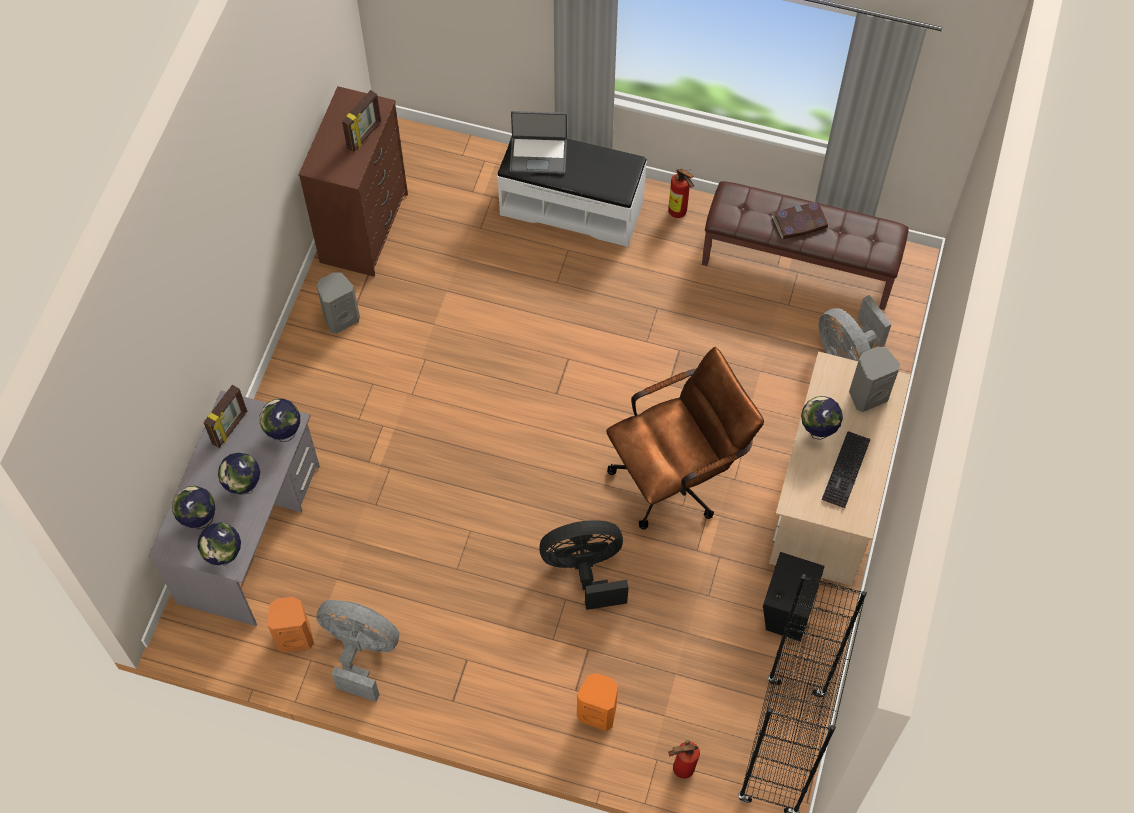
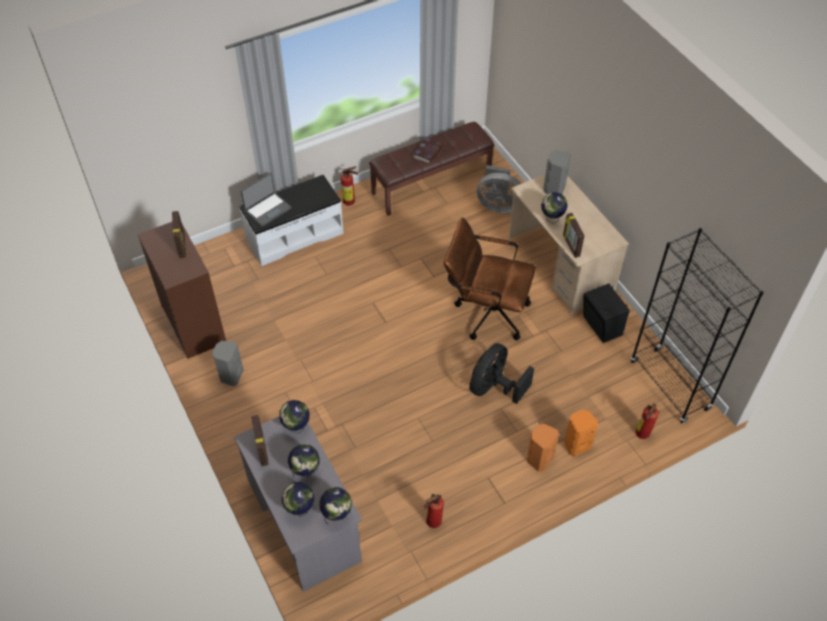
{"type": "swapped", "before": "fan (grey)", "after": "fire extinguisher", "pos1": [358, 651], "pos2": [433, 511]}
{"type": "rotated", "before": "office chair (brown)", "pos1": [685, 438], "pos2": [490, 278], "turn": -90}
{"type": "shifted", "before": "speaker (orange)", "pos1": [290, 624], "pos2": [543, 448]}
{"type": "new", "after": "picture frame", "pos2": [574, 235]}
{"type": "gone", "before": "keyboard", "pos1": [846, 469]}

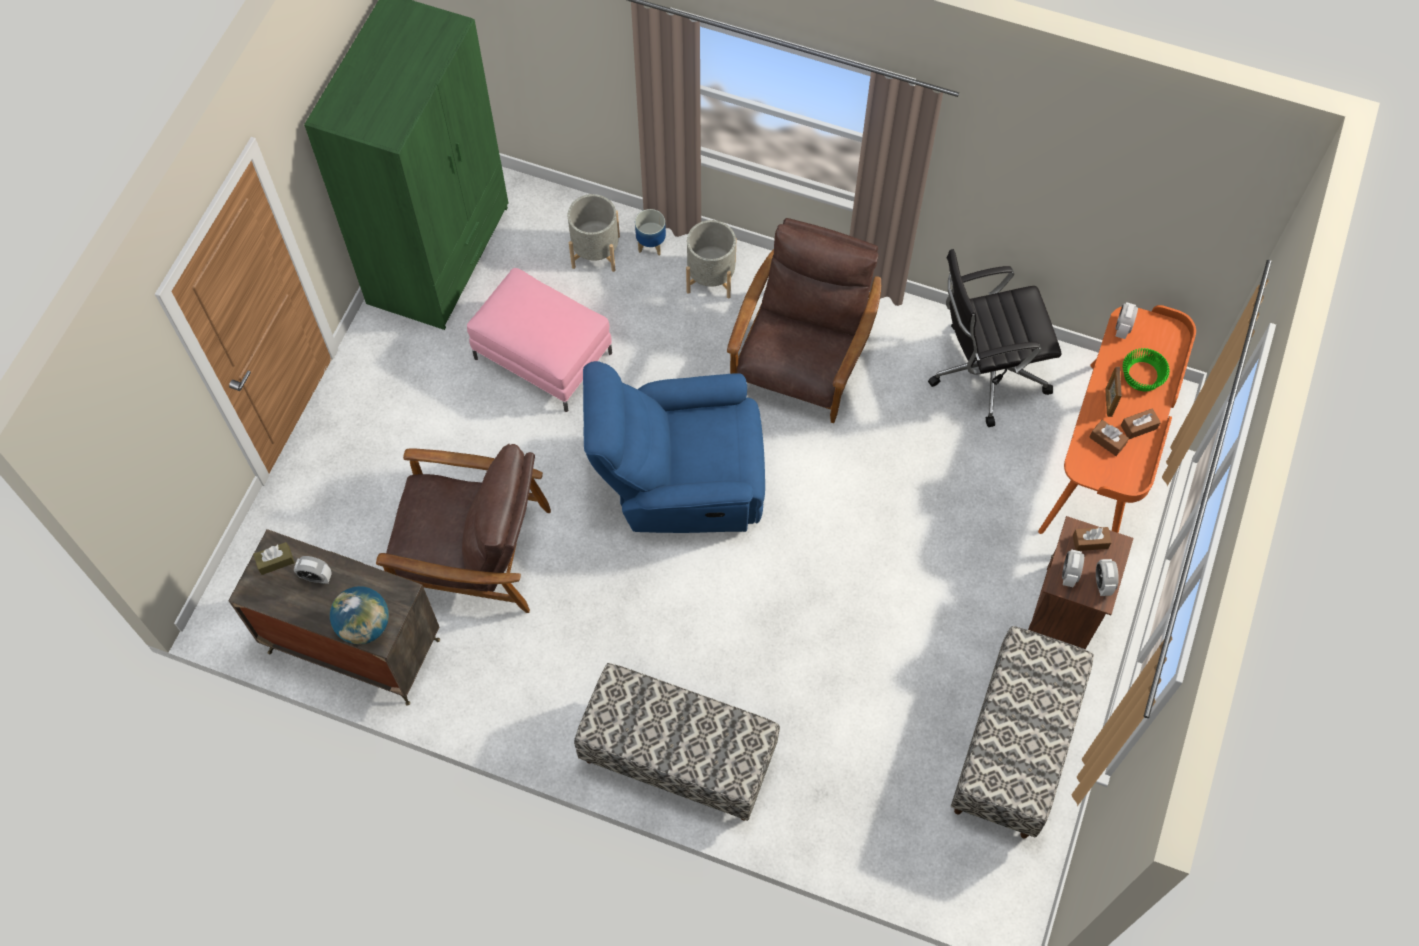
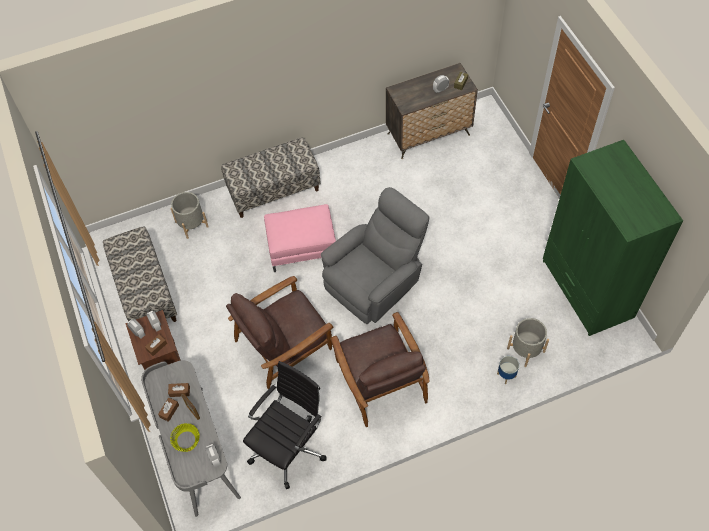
{"type": "repainted", "before": "desk (orange)", "after": "desk (grey)", "pos1": [1117, 419], "pos2": [191, 438]}
{"type": "repainted", "before": "bowl (green)", "after": "bowl (yellow)", "pos1": [1146, 369], "pos2": [185, 437]}
{"type": "shifted", "before": "planter (grey)", "pos1": [711, 259], "pos2": [190, 215]}
{"type": "shifted", "before": "armchair (brown)", "pos1": [463, 528], "pos2": [280, 332]}
{"type": "shifted", "before": "ottoman (pink)", "pos1": [539, 340], "pos2": [300, 238]}
{"type": "repainted", "before": "armchair (blue)", "after": "armchair (grey)", "pos1": [674, 447], "pos2": [375, 255]}
{"type": "gone", "before": "globe", "pos1": [359, 615]}

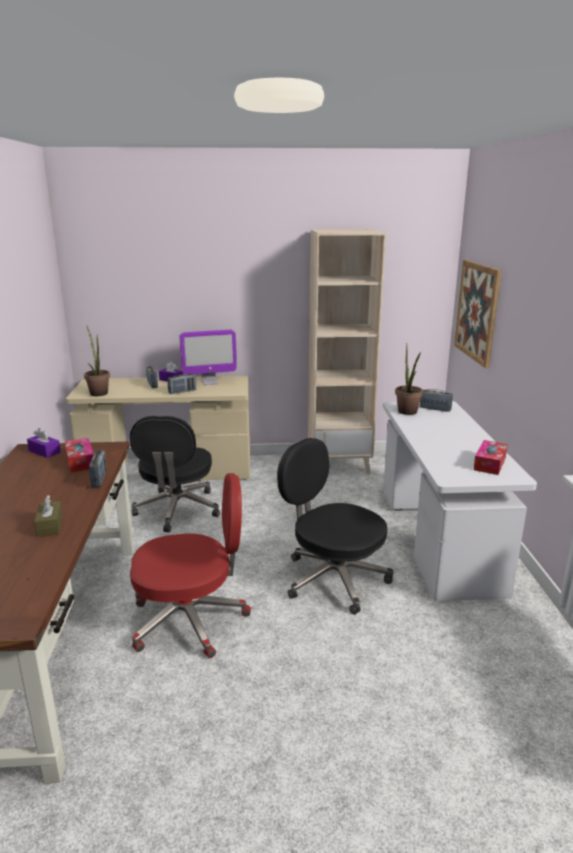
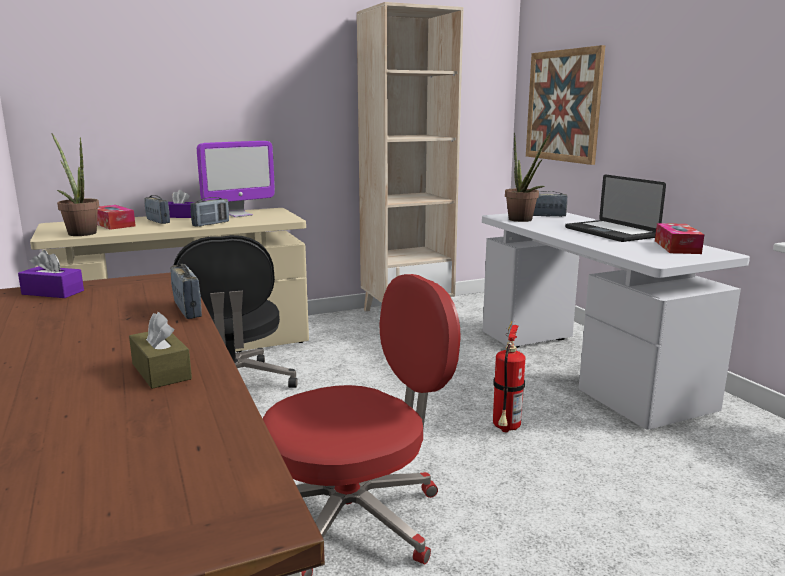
{"type": "shifted", "before": "tissue box", "pos1": [79, 455], "pos2": [116, 217]}
{"type": "swapped", "before": "office chair (black)", "after": "fire extinguisher", "pos1": [335, 526], "pos2": [509, 376]}
{"type": "new", "after": "laptop", "pos2": [615, 208]}

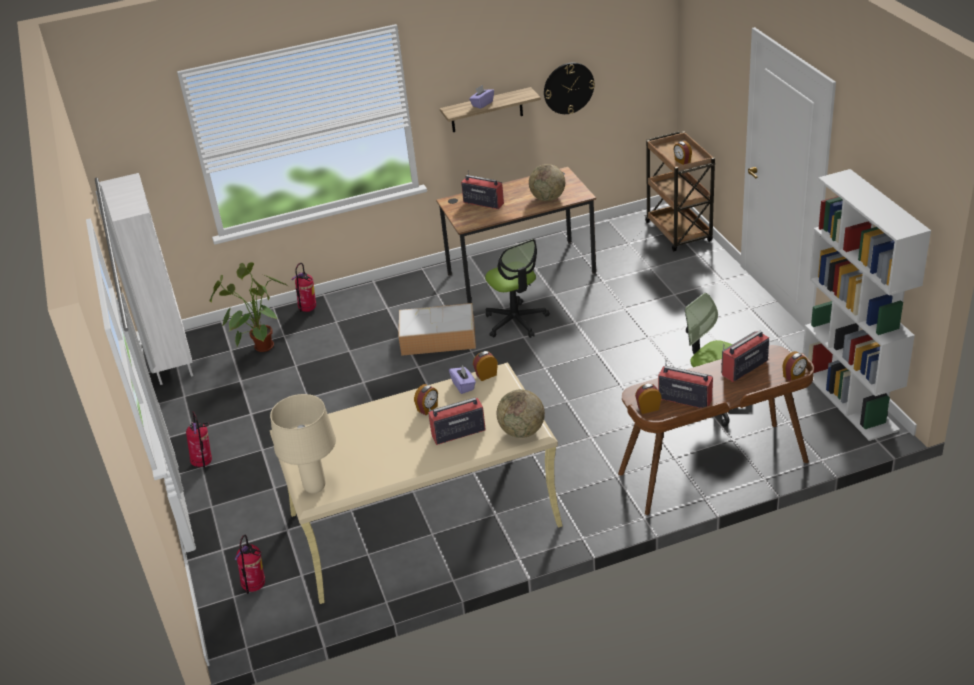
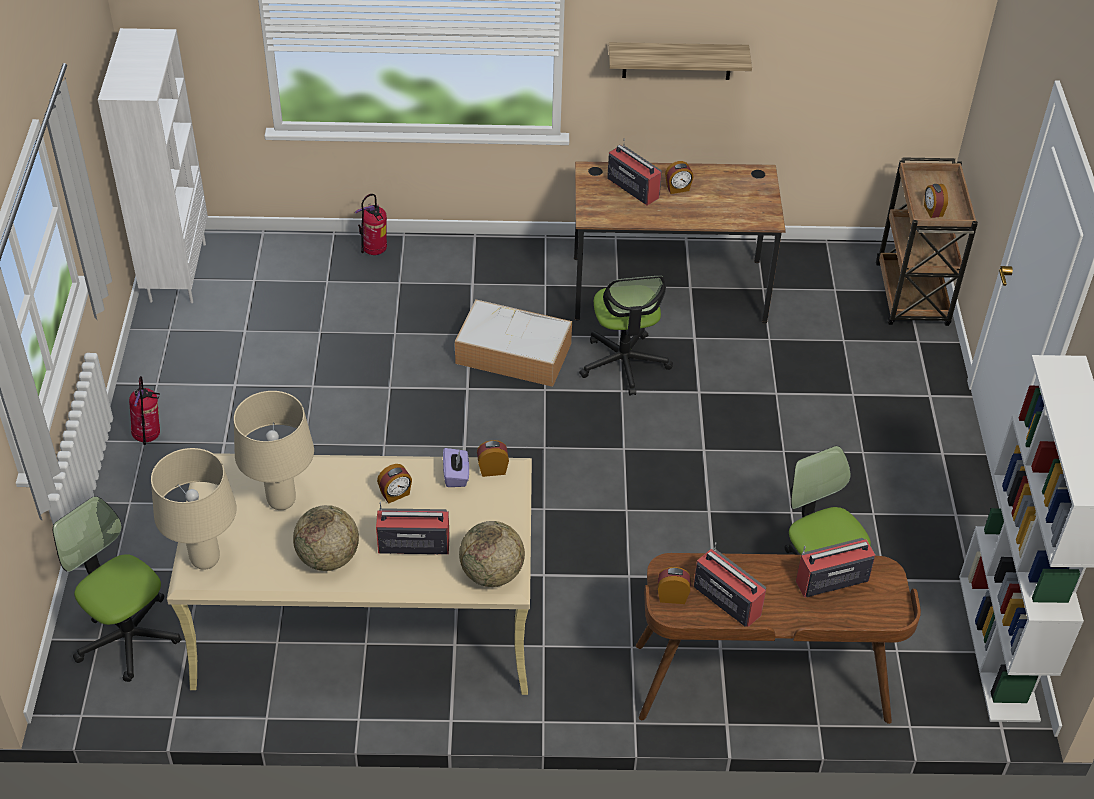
{"type": "swapped", "before": "fire extinguisher", "after": "office chair", "pos1": [250, 564], "pos2": [117, 589]}
{"type": "new", "after": "table lamp (beige)", "pos2": [274, 450]}
{"type": "shifted", "before": "globe", "pos1": [547, 182], "pos2": [326, 538]}
{"type": "shifted", "before": "alarm clock", "pos1": [795, 366], "pos2": [679, 177]}
{"type": "gone", "before": "potted plant", "pos1": [249, 307]}
{"type": "gone", "before": "tissue box (purple)", "pos1": [481, 97]}
{"type": "gone", "before": "wall clock", "pos1": [569, 88]}

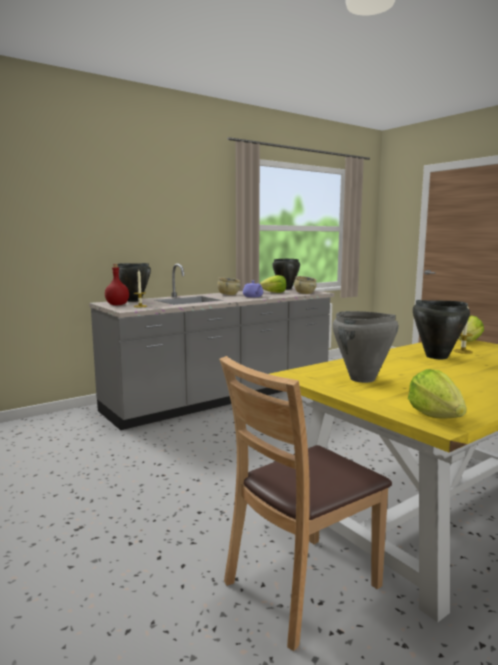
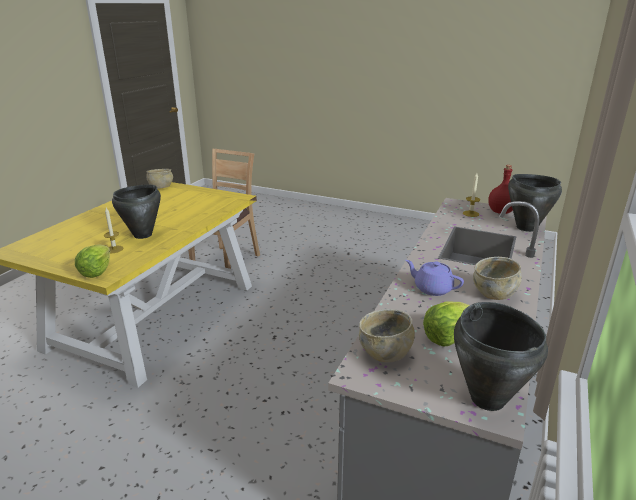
{"type": "swapped", "before": "lettuce", "after": "bowl (beige)", "pos1": [437, 394], "pos2": [159, 178]}
{"type": "gone", "before": "cooking pot (grey)", "pos1": [365, 347]}

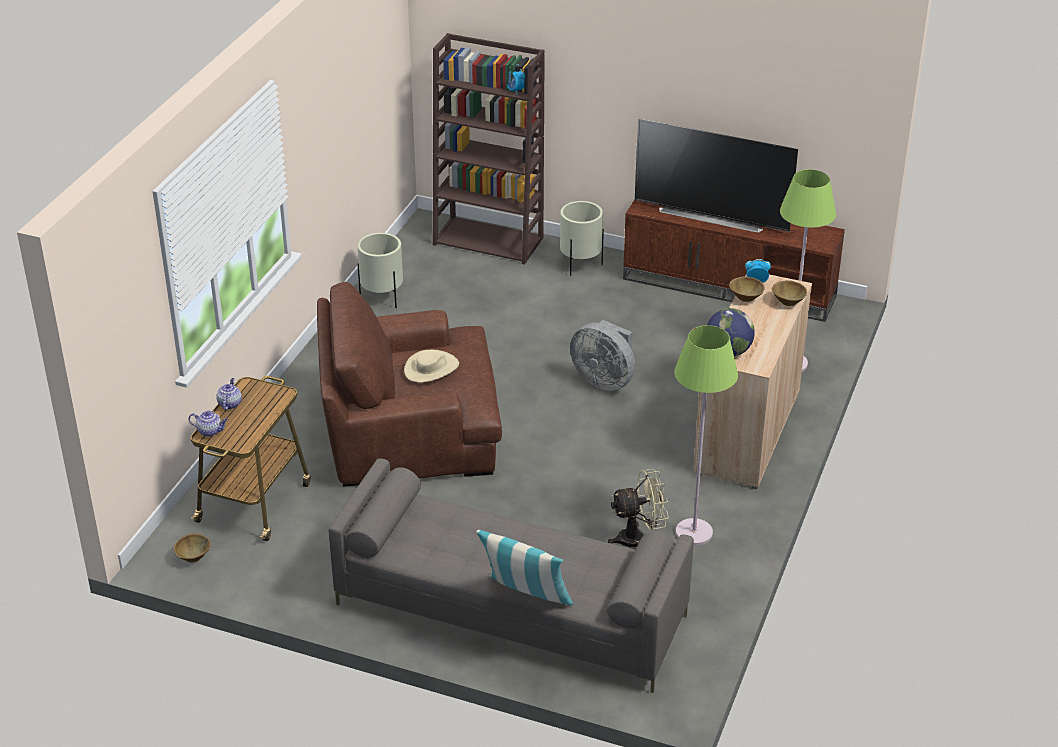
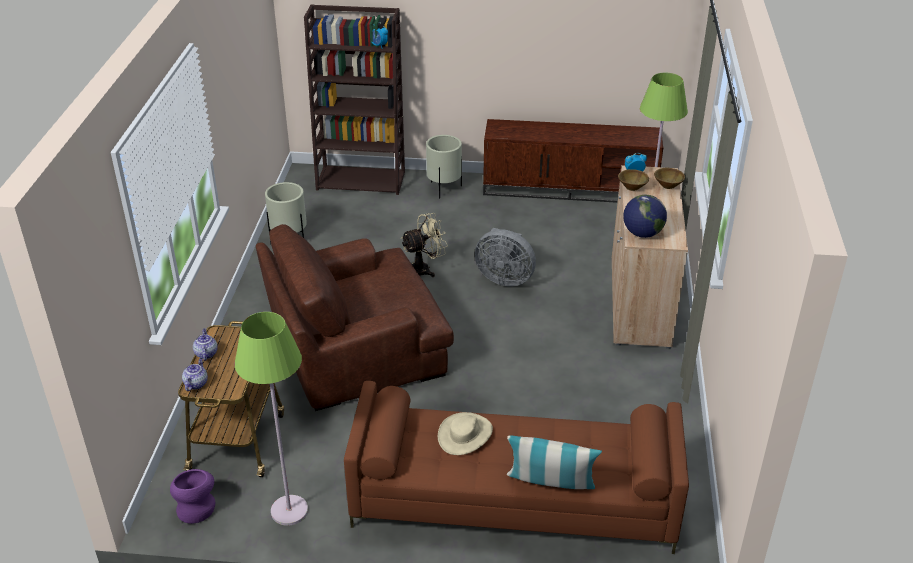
{"type": "swapped", "before": "bowl (brown)", "after": "vase (purple)", "pos1": [192, 548], "pos2": [192, 496]}
{"type": "rotated", "before": "teapot", "pos1": [208, 424], "pos2": [195, 374], "turn": -75}
{"type": "shifted", "before": "floor lamp (green)", "pos1": [706, 435], "pos2": [271, 419]}
{"type": "repainted", "before": "sofa (grey)", "after": "sofa (brown)", "pos1": [511, 575], "pos2": [516, 467]}
{"type": "shifted", "before": "fan (beige)", "pos1": [638, 508], "pos2": [424, 245]}
{"type": "shifted", "before": "hat (beige)", "pos1": [431, 366], "pos2": [465, 433]}
{"type": "gone", "before": "television", "pos1": [716, 175]}

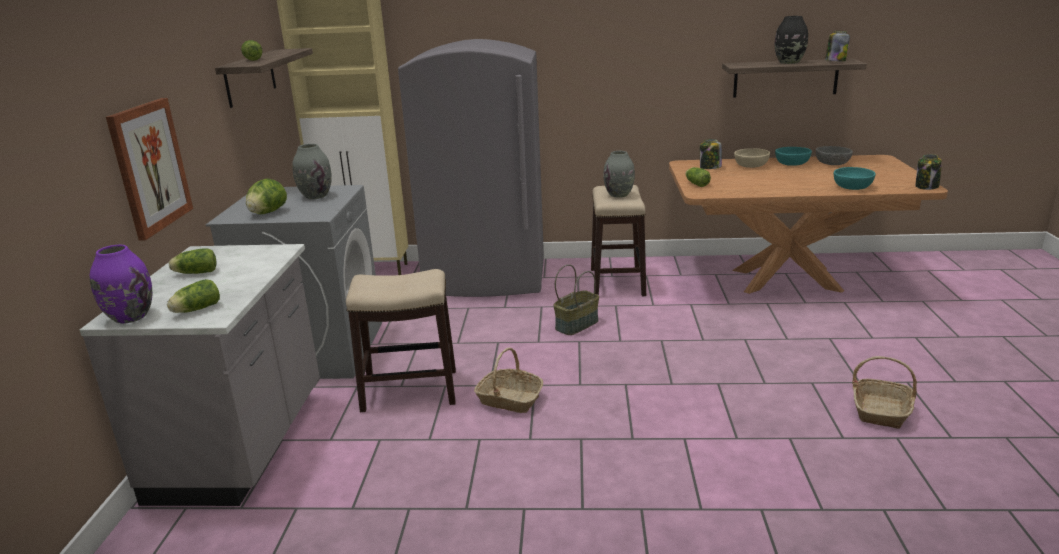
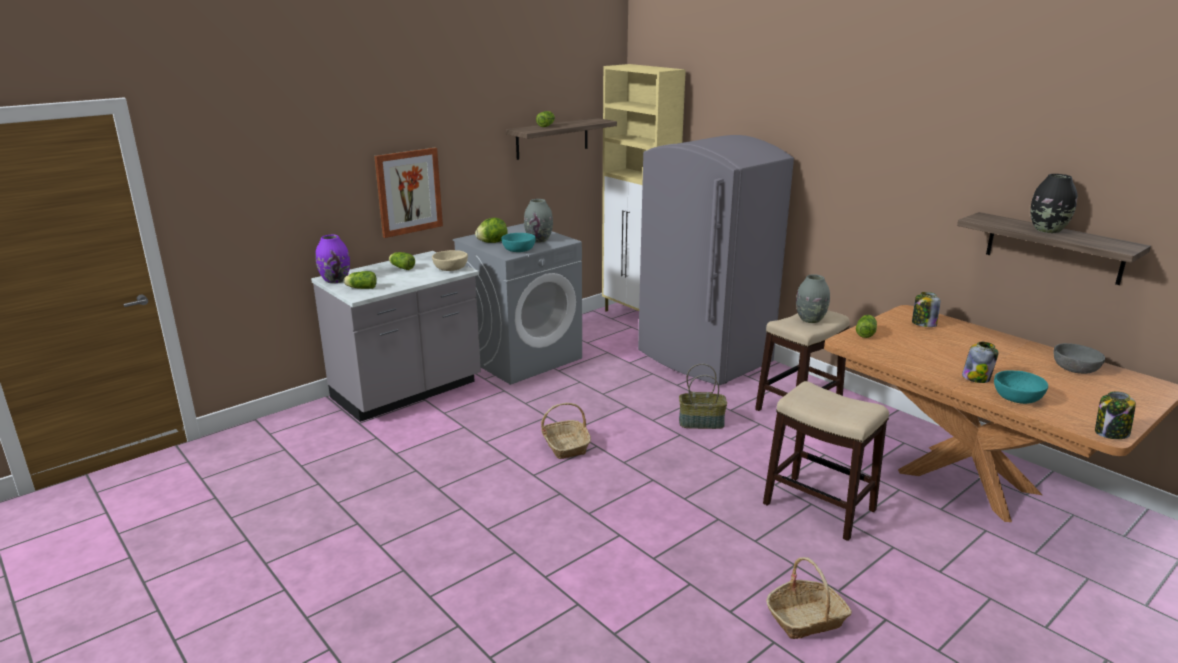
{"type": "shifted", "before": "bowl (beige)", "pos1": [752, 158], "pos2": [450, 260]}
{"type": "shifted", "before": "bowl (turquoise)", "pos1": [793, 156], "pos2": [518, 242]}
{"type": "shifted", "before": "stool", "pos1": [401, 340], "pos2": [826, 461]}
{"type": "shifted", "before": "jar", "pos1": [837, 46], "pos2": [980, 362]}

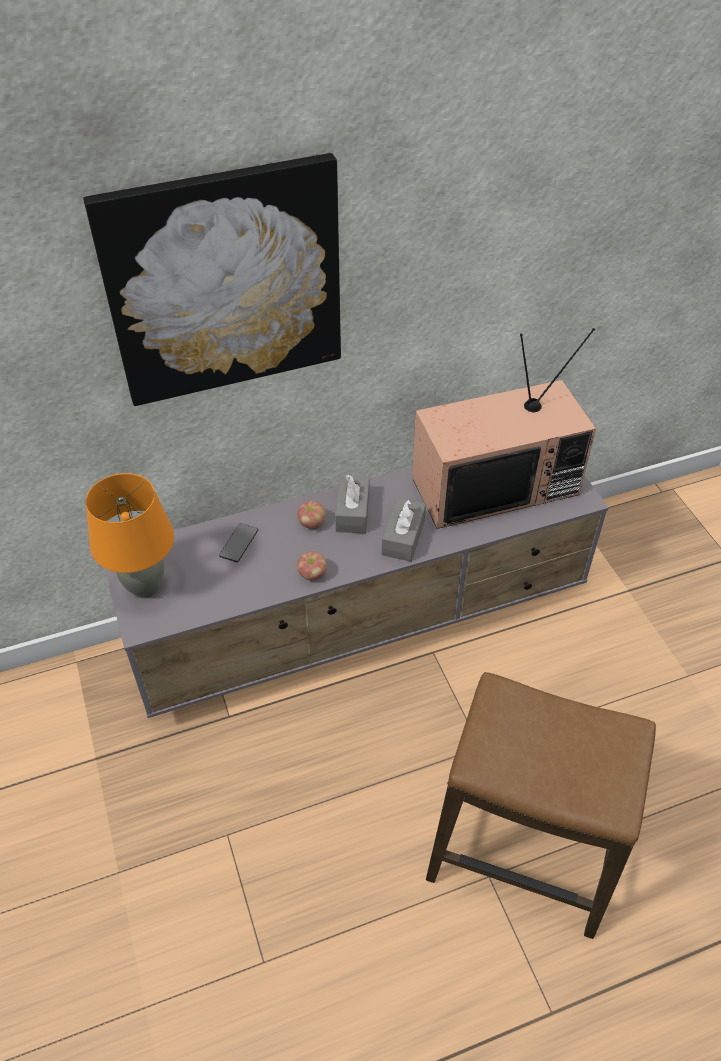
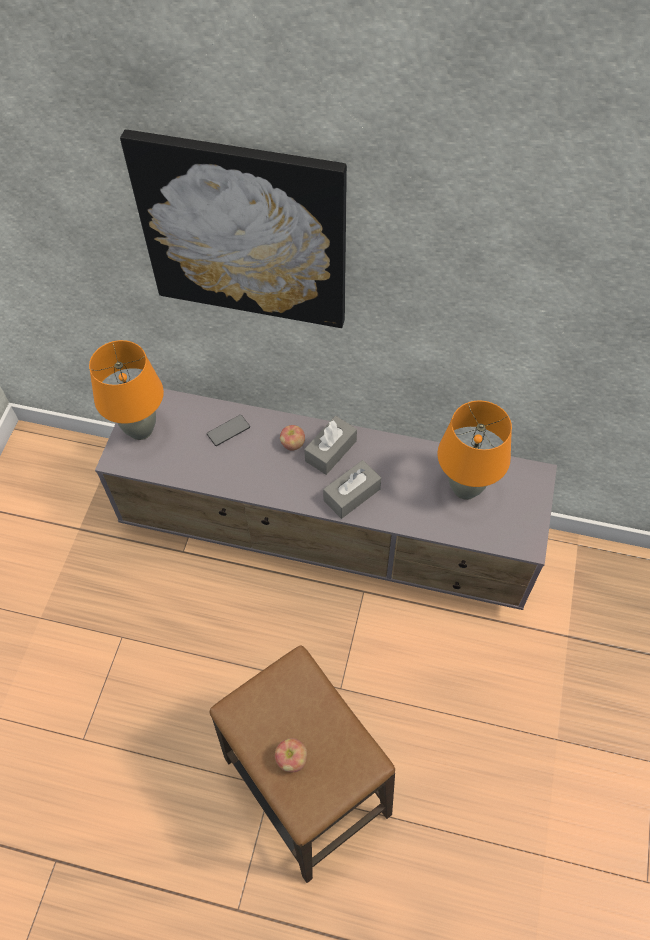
{"type": "shifted", "before": "apple", "pos1": [312, 566], "pos2": [291, 755]}
{"type": "swapped", "before": "television", "after": "table lamp (orange)", "pos1": [504, 428], "pos2": [475, 450]}

